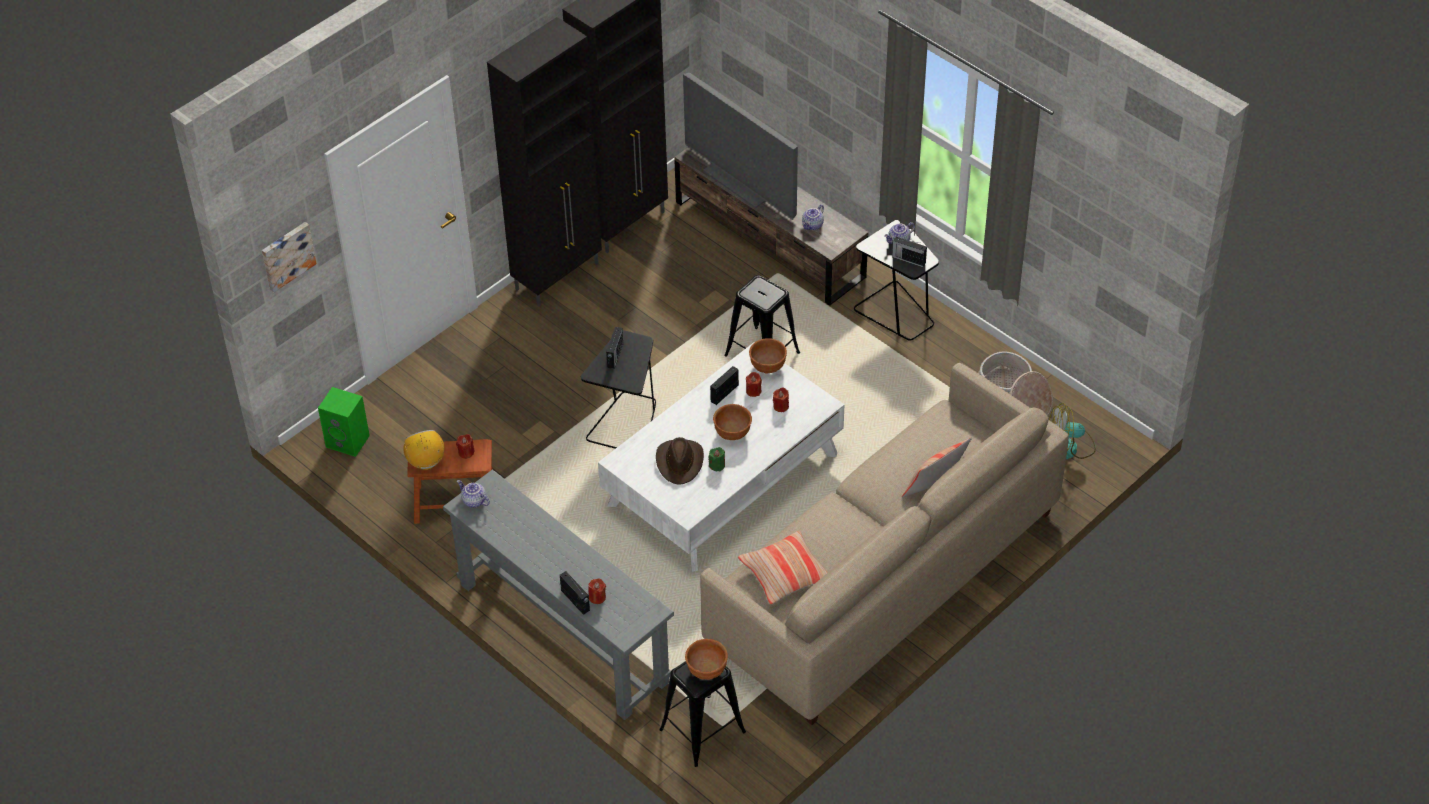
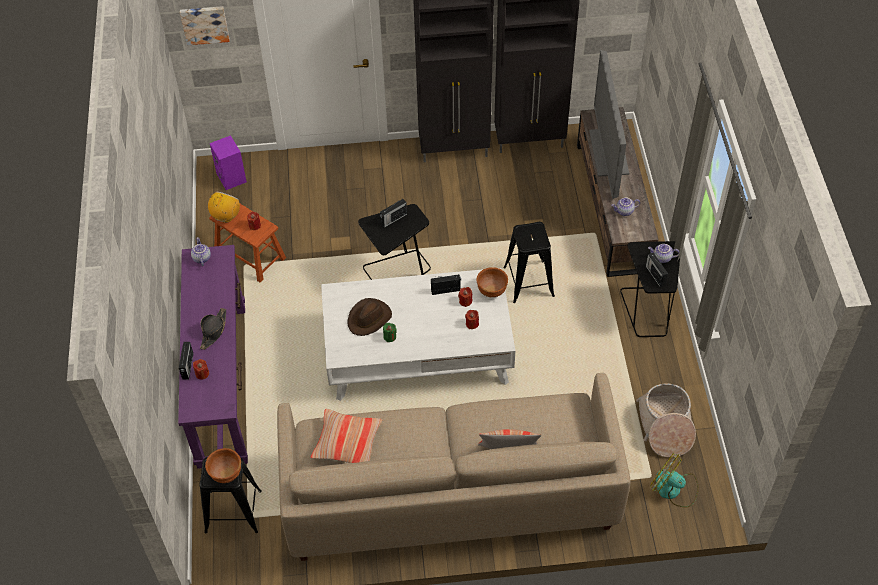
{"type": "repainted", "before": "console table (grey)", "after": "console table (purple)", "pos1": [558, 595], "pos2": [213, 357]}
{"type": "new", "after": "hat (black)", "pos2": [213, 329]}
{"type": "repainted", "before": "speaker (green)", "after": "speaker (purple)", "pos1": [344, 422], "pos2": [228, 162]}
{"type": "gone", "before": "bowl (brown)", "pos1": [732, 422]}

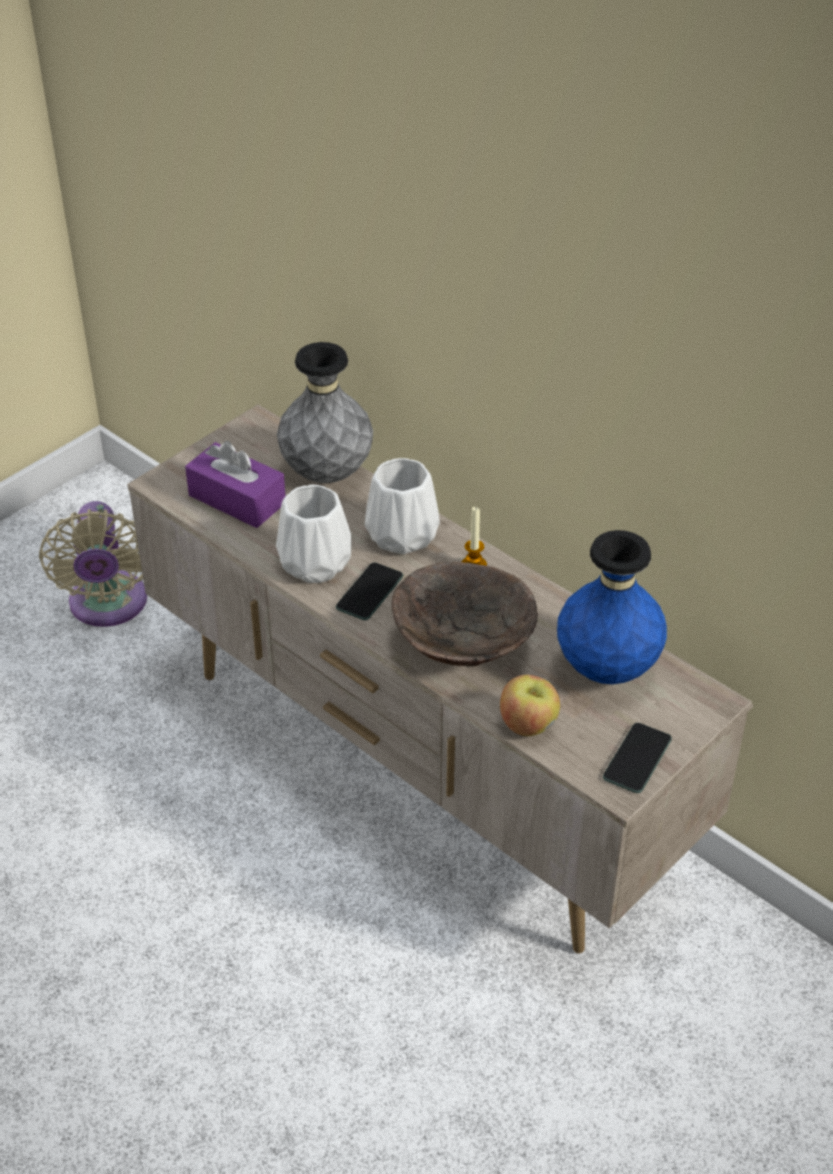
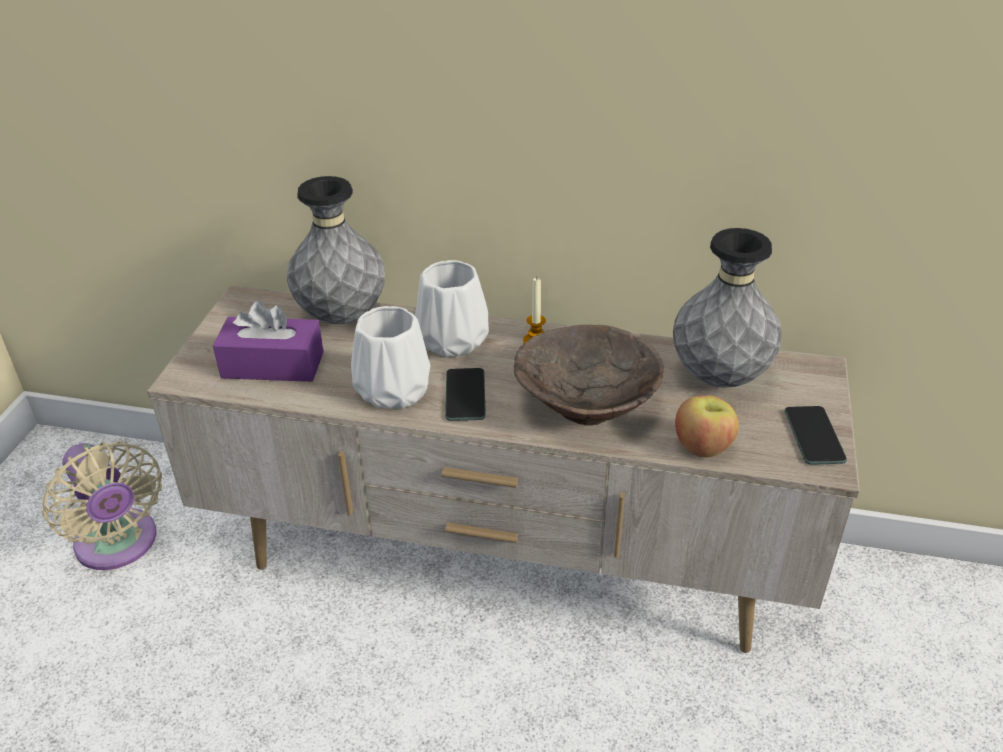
{"type": "repainted", "before": "vase (blue)", "after": "vase (grey)", "pos1": [612, 607], "pos2": [727, 308]}

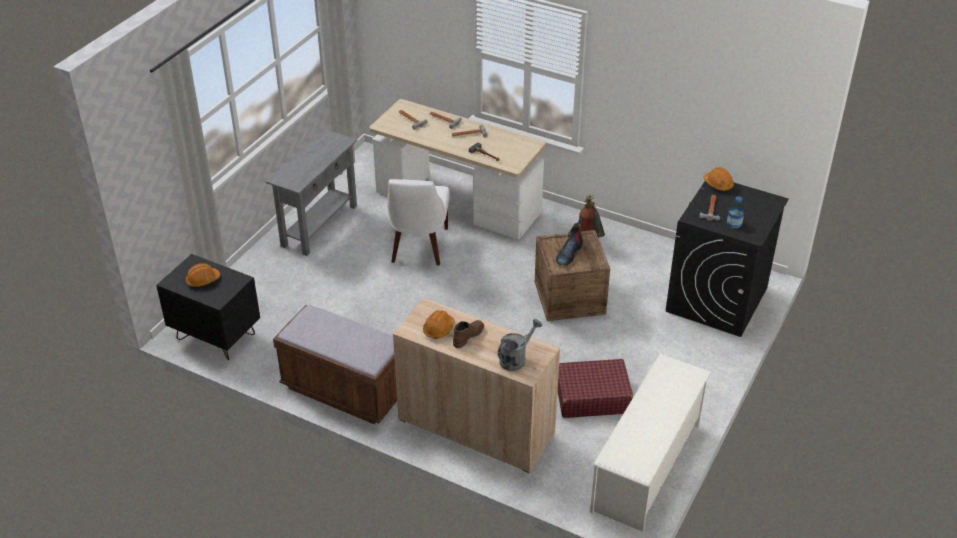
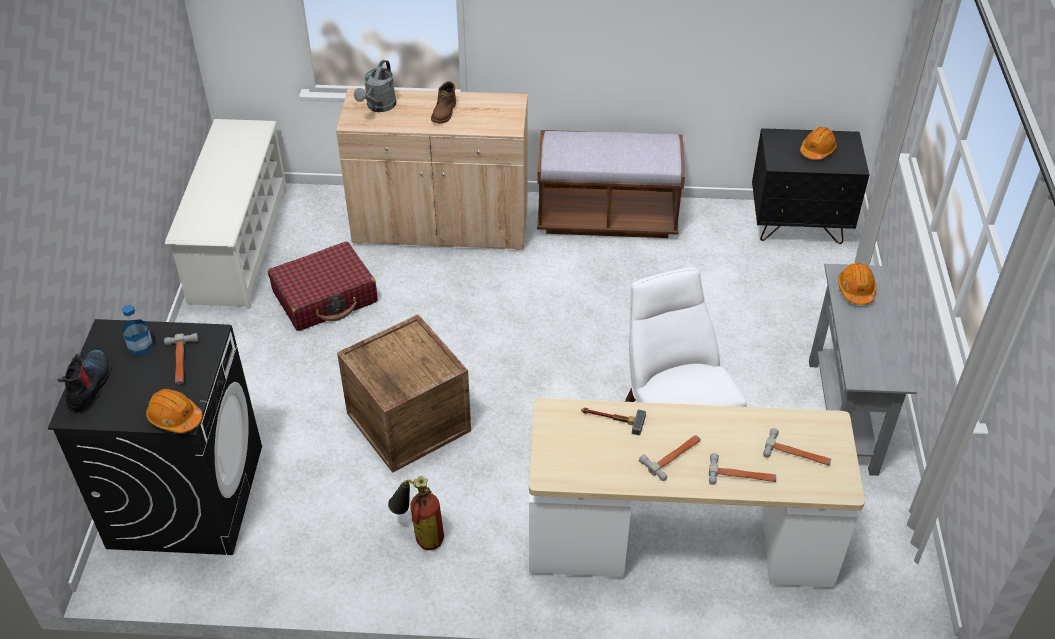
{"type": "shifted", "before": "boot", "pos1": [569, 241], "pos2": [84, 381]}
{"type": "shifted", "before": "hard hat (orange)", "pos1": [439, 324], "pos2": [857, 284]}

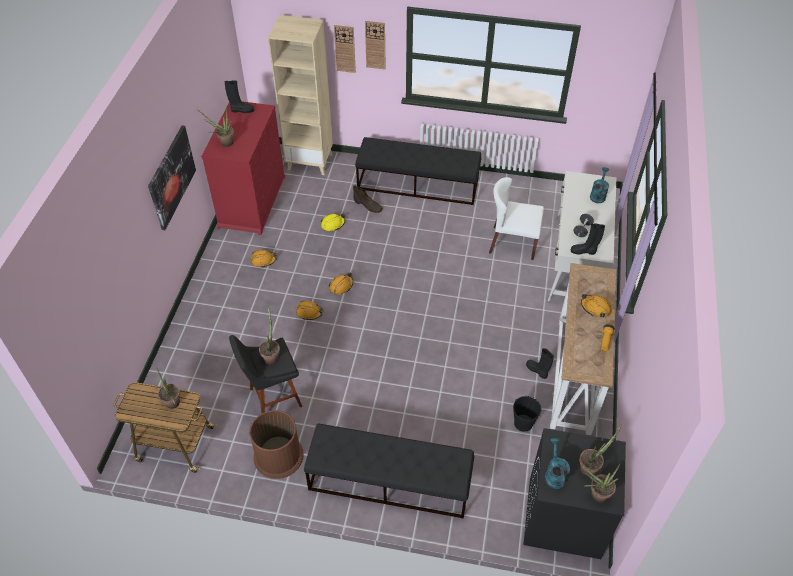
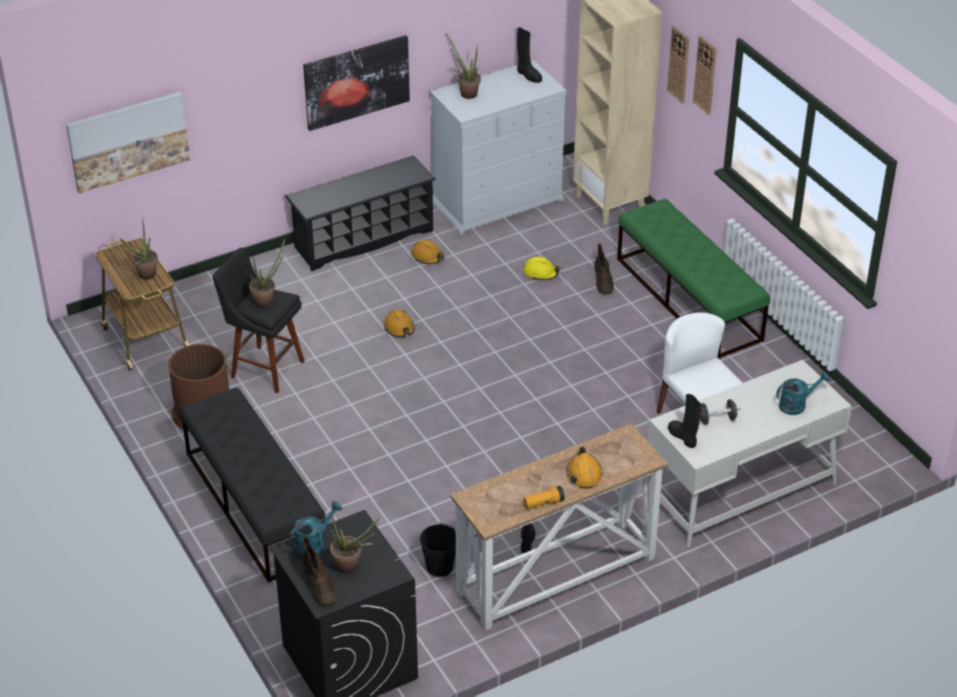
{"type": "new", "after": "picture", "pos2": [128, 142]}
{"type": "new", "after": "shoe rack (black)", "pos2": [360, 213]}
{"type": "swapped", "before": "potted plant", "after": "boot (brown)", "pos1": [600, 483], "pos2": [319, 571]}
{"type": "repainted", "before": "dresser (red)", "after": "dresser (white)", "pos1": [243, 168], "pos2": [498, 147]}
{"type": "repainted", "before": "bench (black)", "after": "bench (green)", "pos1": [418, 171], "pos2": [693, 279]}
{"type": "gone", "before": "hard hat (orange)", "pos1": [340, 284]}

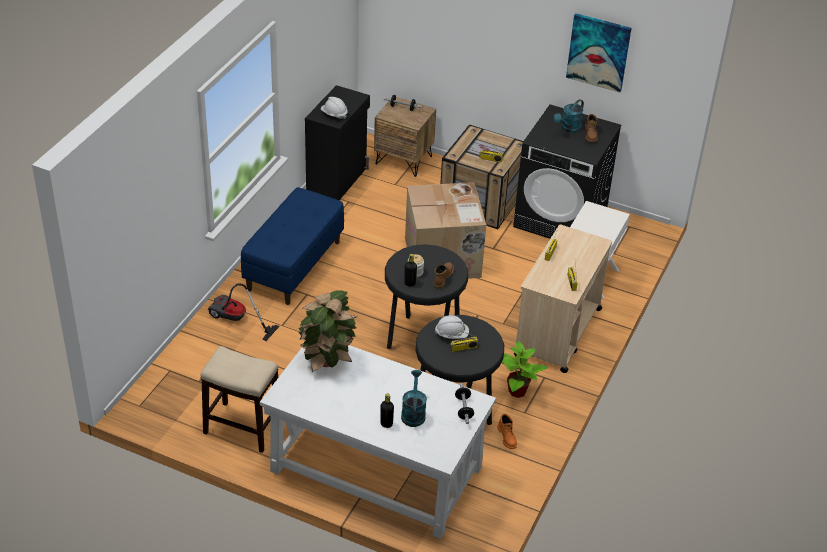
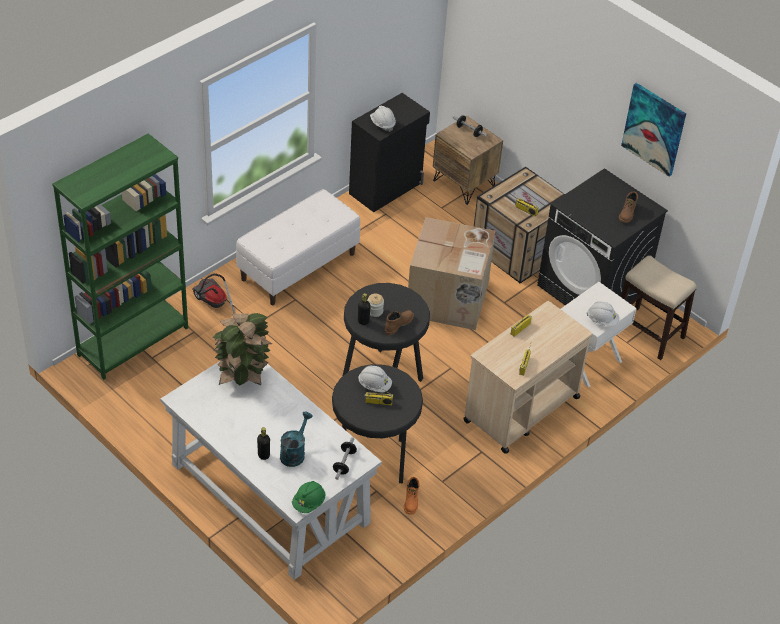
{"type": "new", "after": "bookcase (green)", "pos2": [120, 256]}
{"type": "repainted", "before": "bench (blue)", "after": "bench (white)", "pos1": [292, 246], "pos2": [298, 247]}
{"type": "new", "after": "hard hat (green)", "pos2": [308, 497]}
{"type": "new", "after": "hard hat (white)", "pos2": [603, 313]}
{"type": "shifted", "before": "stool", "pos1": [240, 399], "pos2": [659, 307]}
{"type": "gone", "before": "potted plant", "pos1": [525, 369]}
{"type": "gone", "before": "watering can (turquoise)", "pos1": [569, 116]}

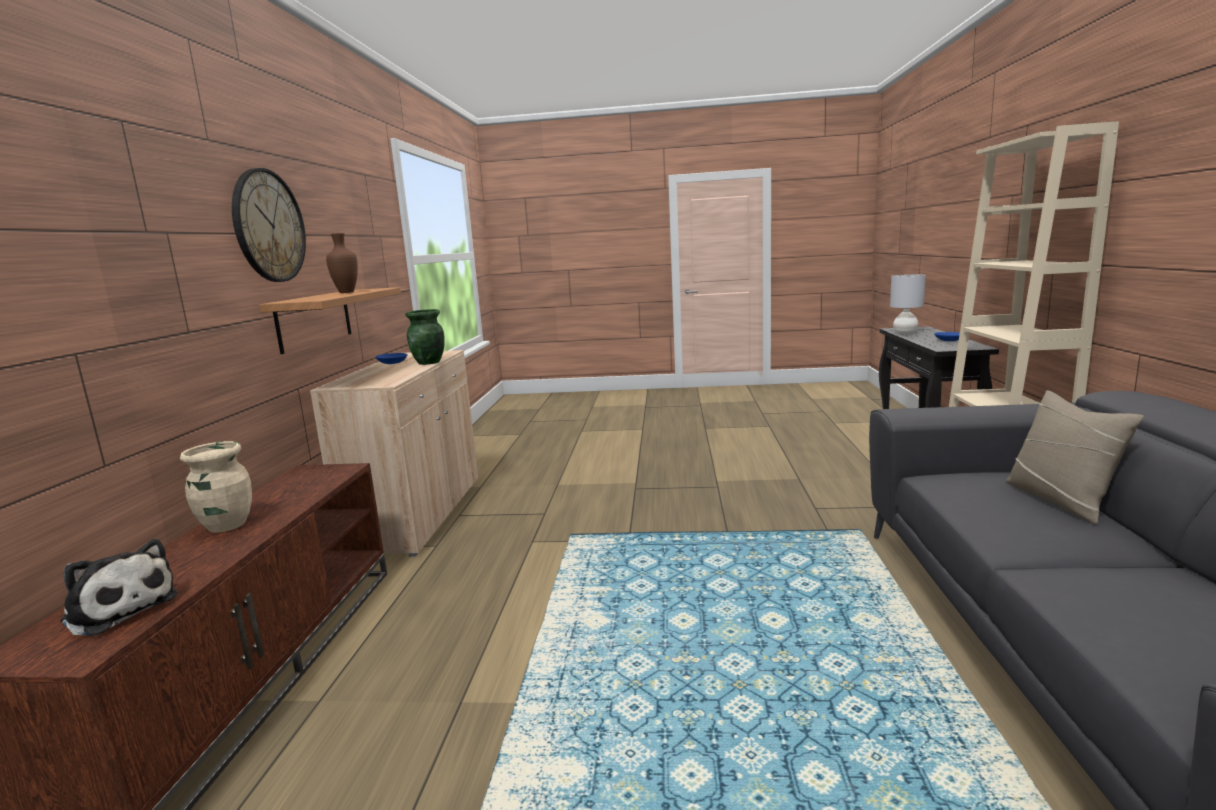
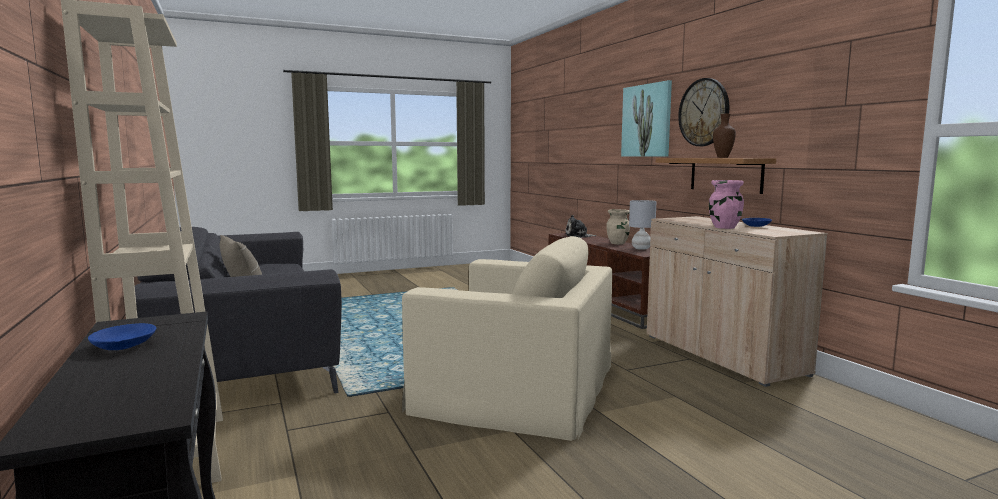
{"type": "new", "after": "armchair (beige)", "pos2": [507, 338]}
{"type": "new", "after": "picture", "pos2": [646, 118]}
{"type": "shifted", "before": "table lamp (grey)", "pos1": [908, 304], "pos2": [643, 225]}
{"type": "repainted", "before": "vase (green)", "after": "vase (pink)", "pos1": [425, 337], "pos2": [726, 204]}

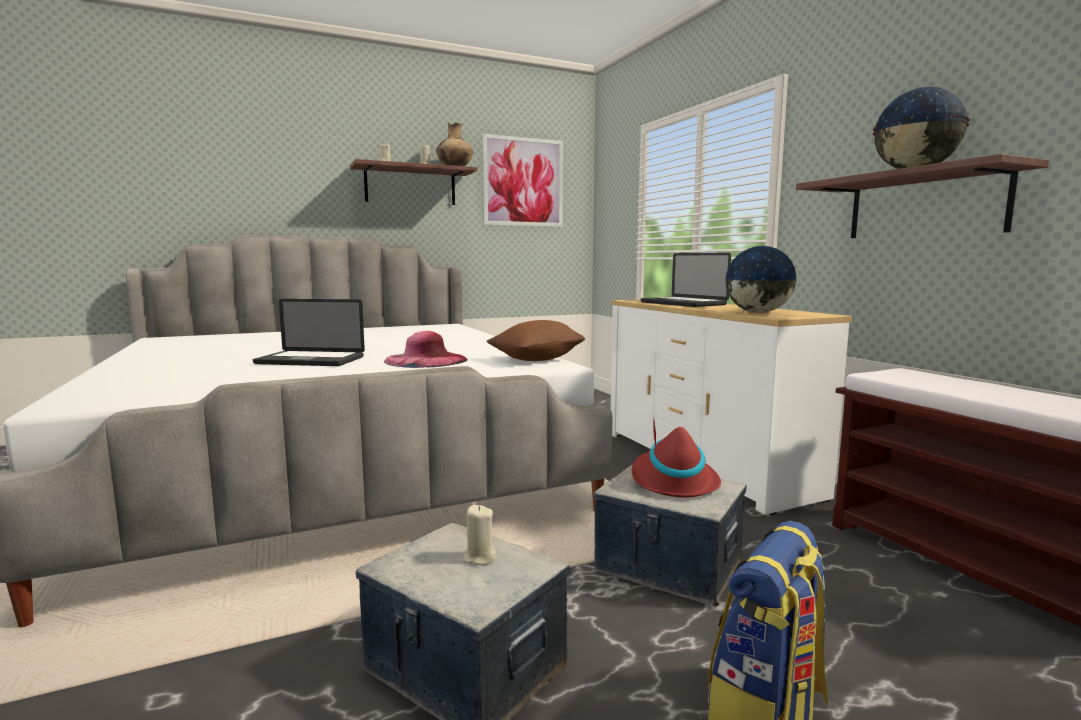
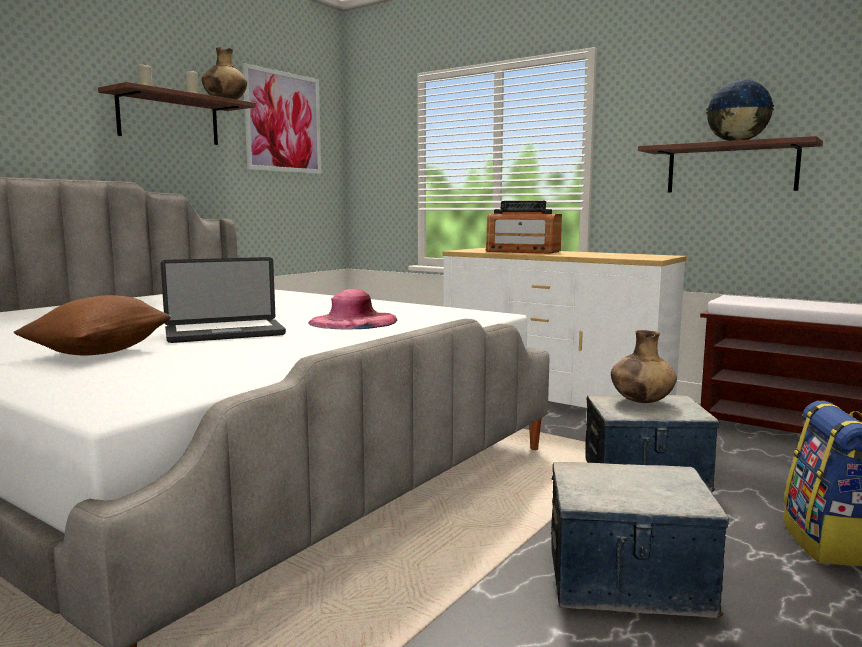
{"type": "shifted", "before": "pillow (brown)", "pos1": [536, 340], "pos2": [92, 325]}
{"type": "swapped", "before": "laptop", "after": "radio", "pos1": [686, 279], "pos2": [524, 227]}
{"type": "swapped", "before": "hat (red)", "after": "vase (brown)", "pos1": [676, 459], "pos2": [644, 366]}
{"type": "gone", "before": "candle (beige)", "pos1": [479, 535]}
{"type": "gone", "before": "globe", "pos1": [761, 279]}

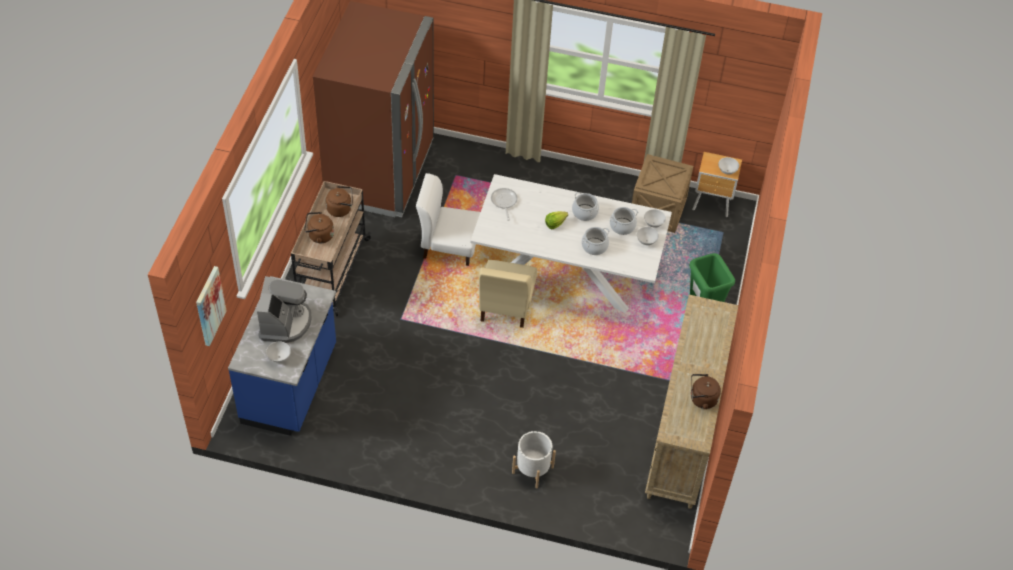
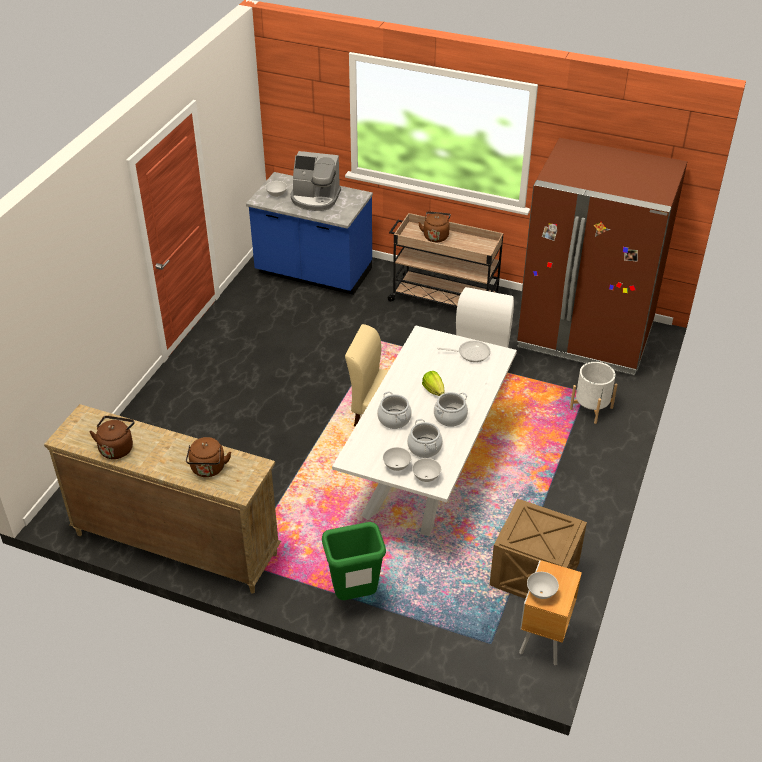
{"type": "shifted", "before": "kettle (brown)", "pos1": [339, 201], "pos2": [208, 457]}
{"type": "shifted", "before": "planter (white)", "pos1": [534, 460], "pos2": [594, 393]}
{"type": "gone", "before": "picture", "pos1": [211, 306]}

